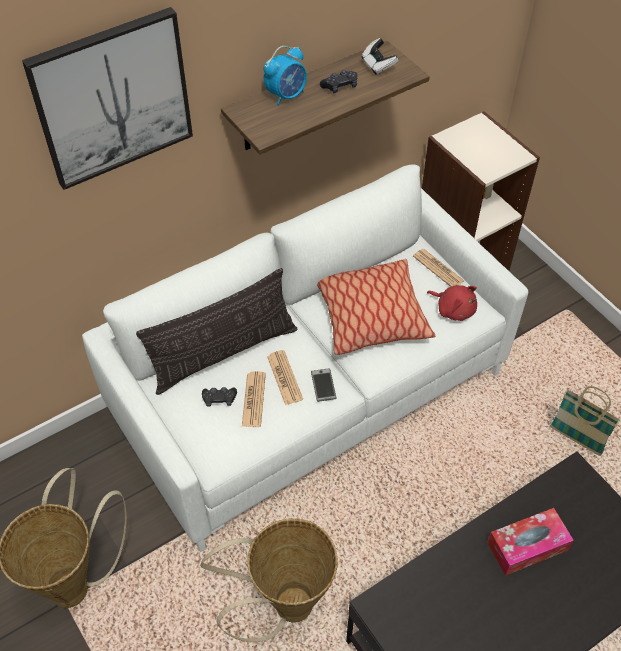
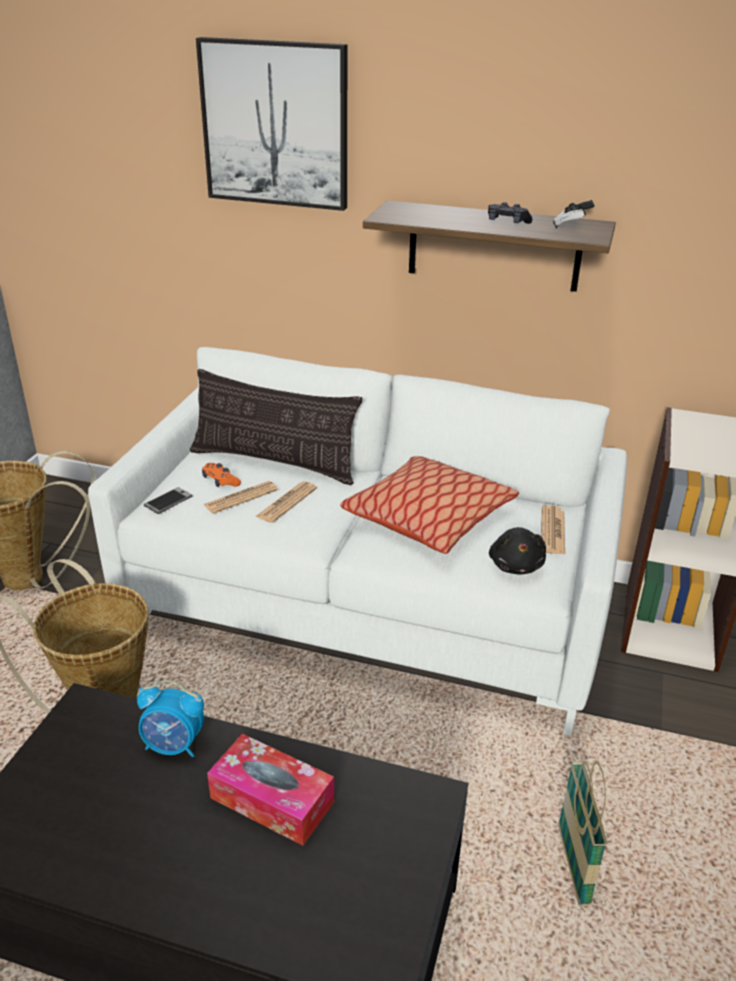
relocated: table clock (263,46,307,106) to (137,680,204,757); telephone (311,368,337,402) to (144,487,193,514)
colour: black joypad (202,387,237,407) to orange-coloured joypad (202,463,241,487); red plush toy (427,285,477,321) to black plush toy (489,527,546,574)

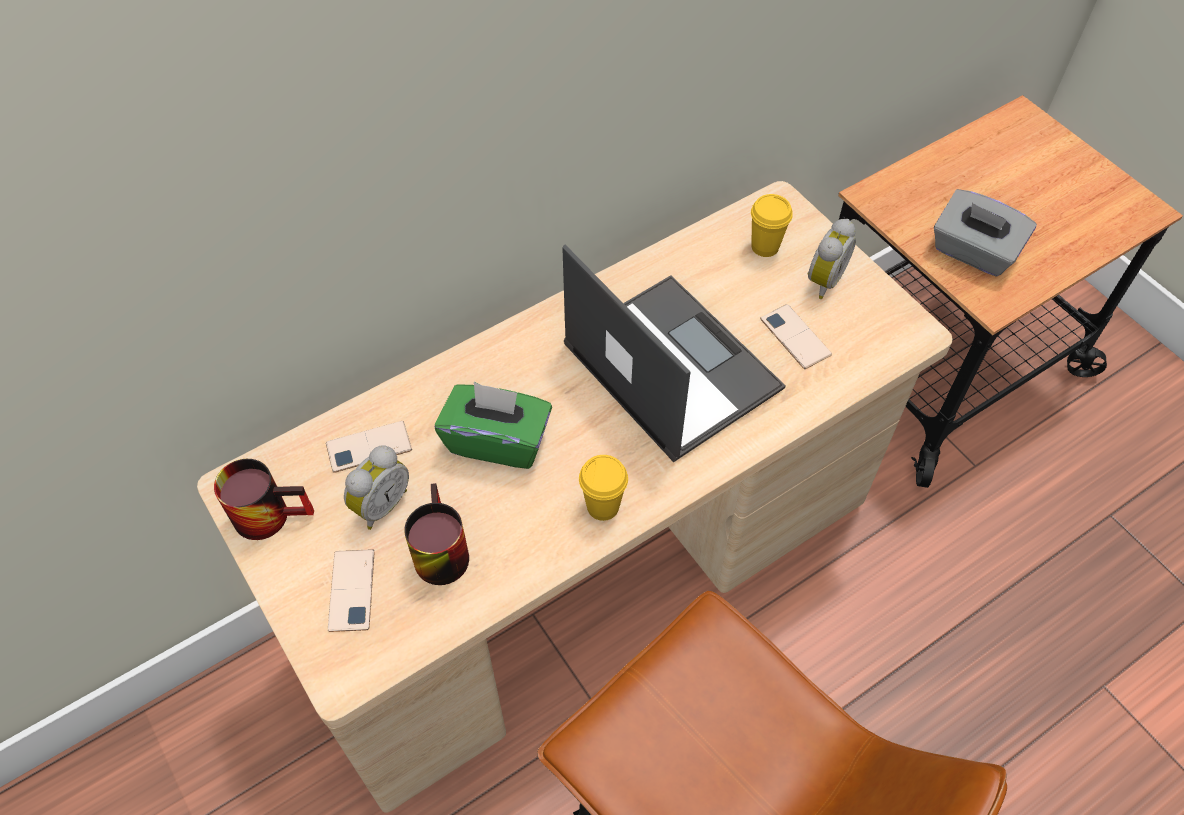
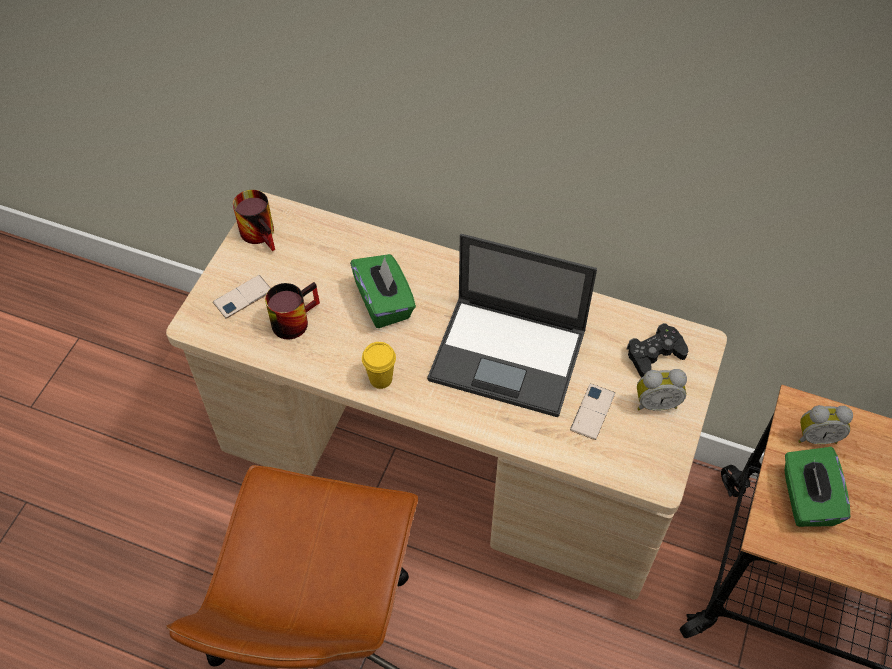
missing: telephone (326,421,412,473)
relocated: table clock (344,446,409,530) to (798,405,853,444)
exchanged: yellow drinking cup (751,194,793,257) to black joypad (626,323,688,377)
colour: greyish tissue box (934,189,1037,276) to green tissue box (785,447,850,527)
spun: laptop (562,245,786,462) = (427,234,597,417) 90 degrees clockwise

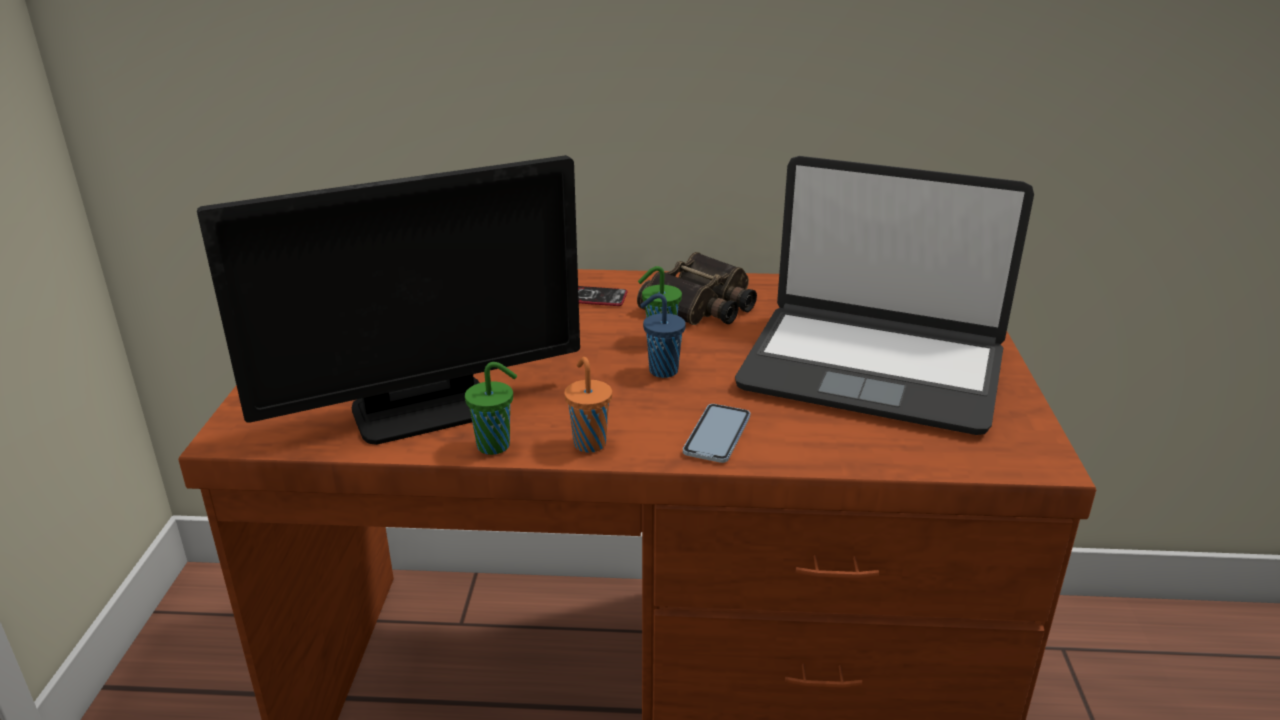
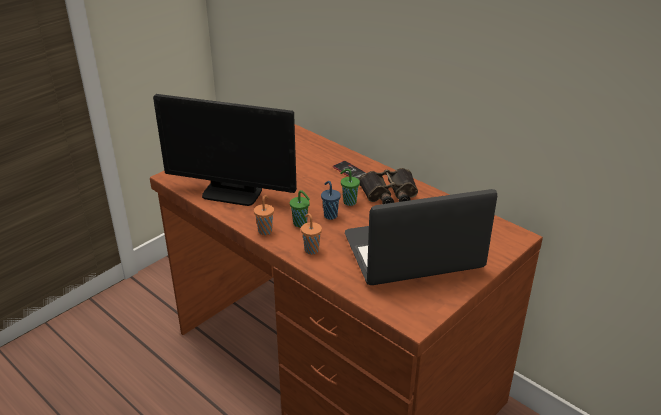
relocated: green drinking cup (465,362,517,455) to (290,190,310,227)
exchanged: telephone (683,404,750,463) to orange-coloured drinking cup (301,214,322,254)
spun: laptop (735,156,1034,435) = (345,189,497,285) 105 degrees clockwise

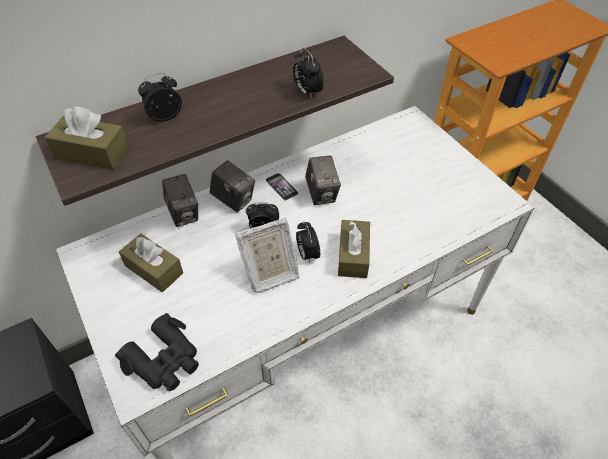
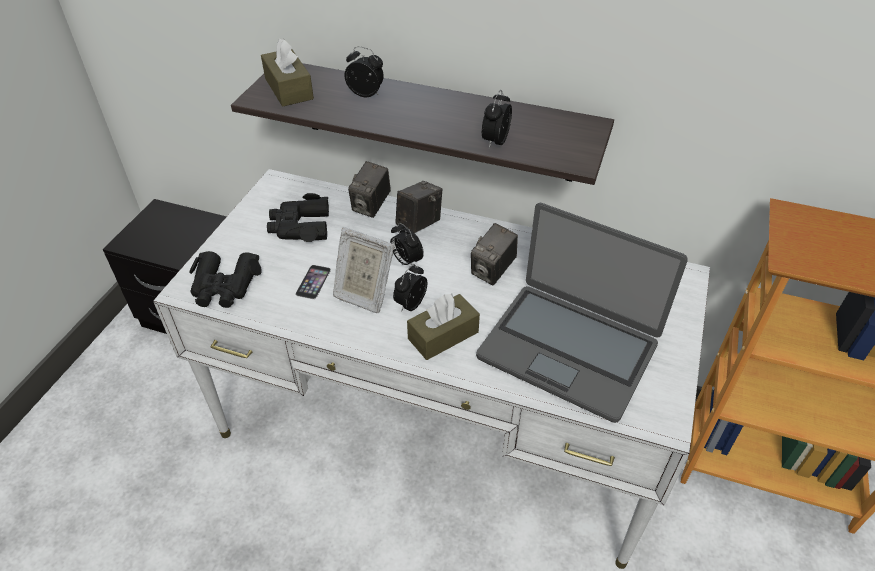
appeared: laptop (476,203,688,423)
relocated: telephone (266,173,299,201) to (295,265,331,299)
exchanged: brownish tissue box (119,234,183,292) to black binoculars (267,193,329,242)
spun: still camera (209,160,255,212) = (396,181,442,233) 135 degrees counterclockwise

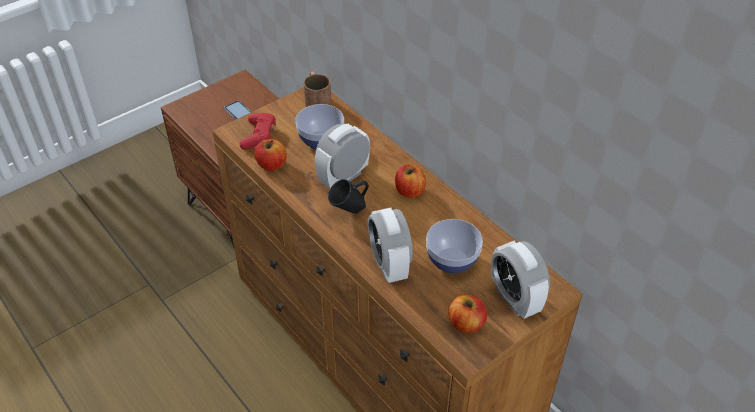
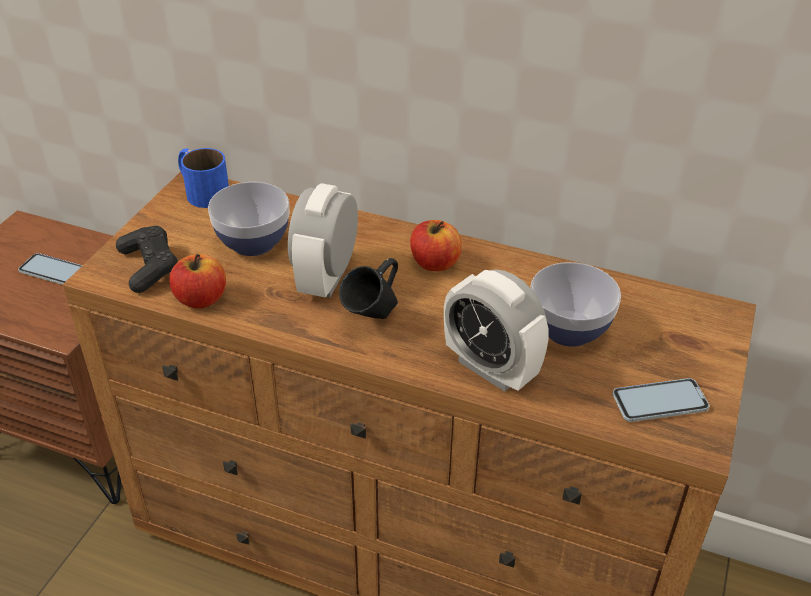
missing: table clock (491,240,550,319)
exchanged: apple (448,295,487,333) to telephone (612,378,710,422)
colour: red joypad (240,113,276,150) to black joypad (116,226,178,293); brownish coffee mug (303,71,331,107) to blue coffee mug (178,148,229,208)

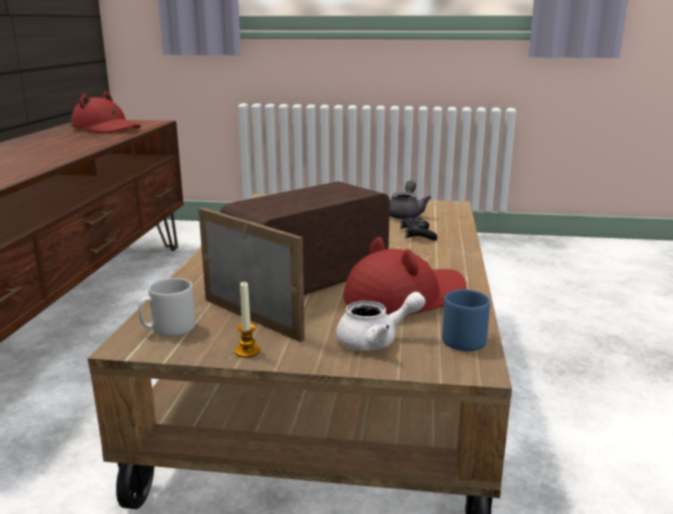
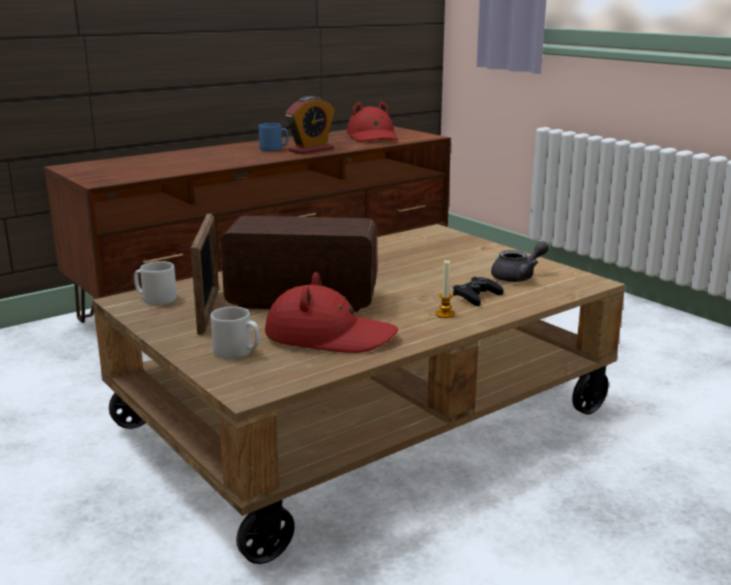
appeared: table clock (285,96,335,154)
relocated: blue coffee mug (442,290,490,351) to (259,123,288,151); wax light (235,282,261,358) to (435,260,455,318)
exchanged: white-coloured teapot (336,292,425,351) to greyish coffee mug (211,306,260,359)

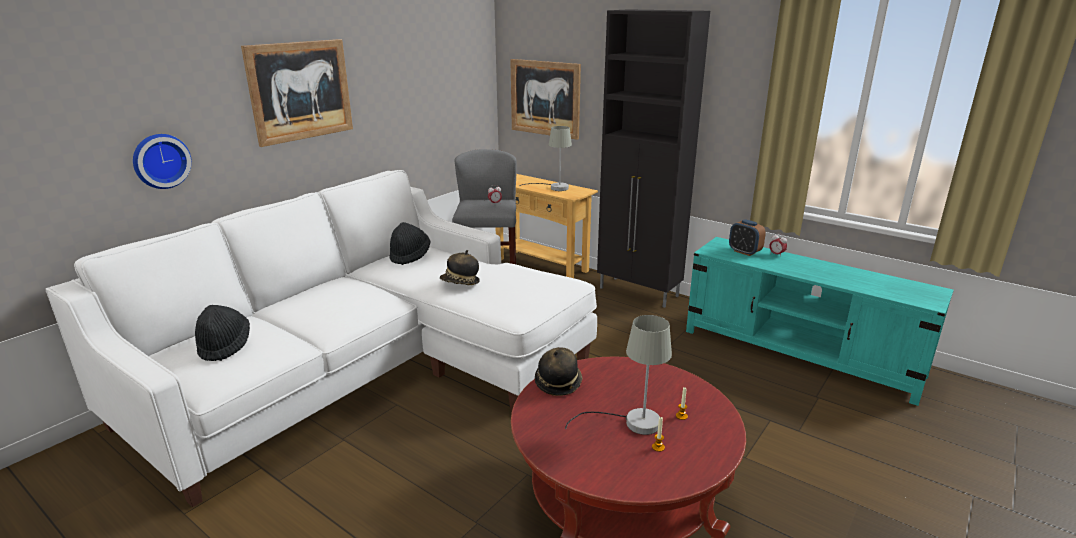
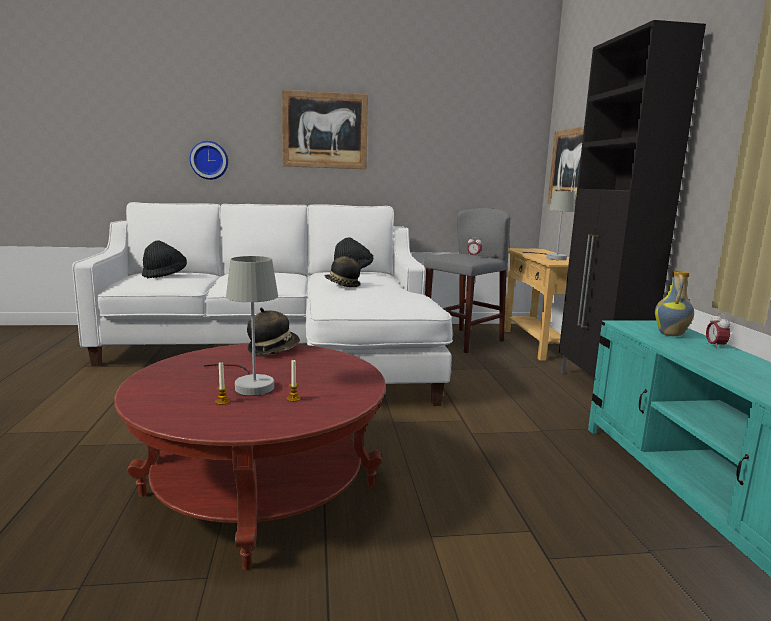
exchanged: table clock (729,219,766,256) to flower vase (655,271,694,336)

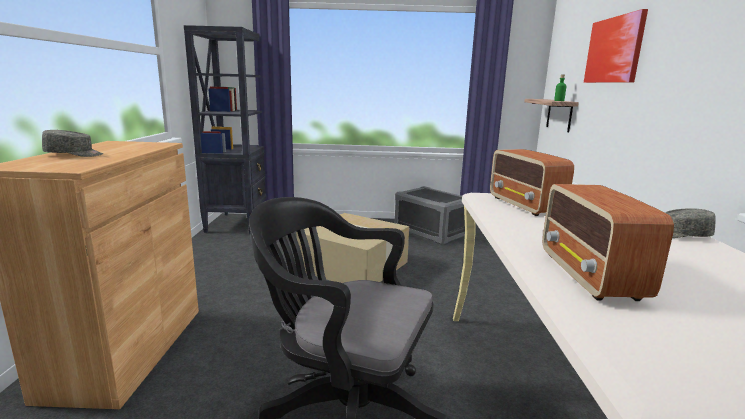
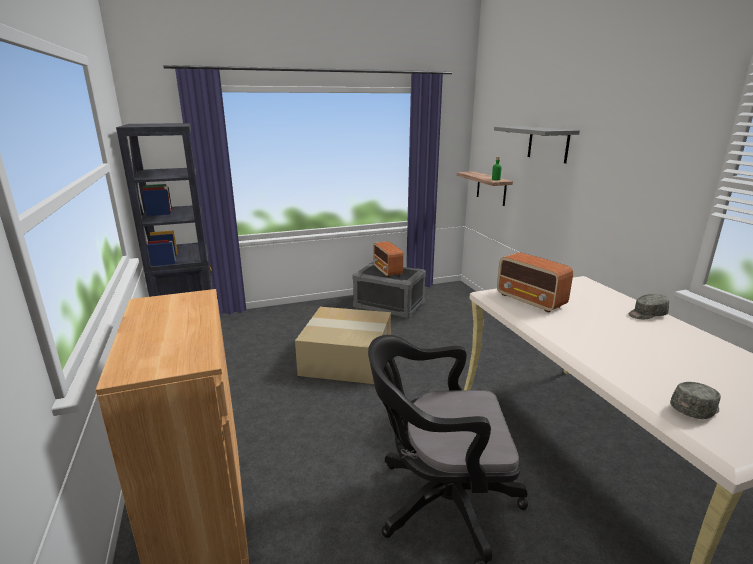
relocated: radio (542,184,674,301) to (373,241,403,277); greyish cap (42,130,103,157) to (670,382,721,419)
exchanged: picture (584,9,648,83) to greyish shelf (494,126,580,163)

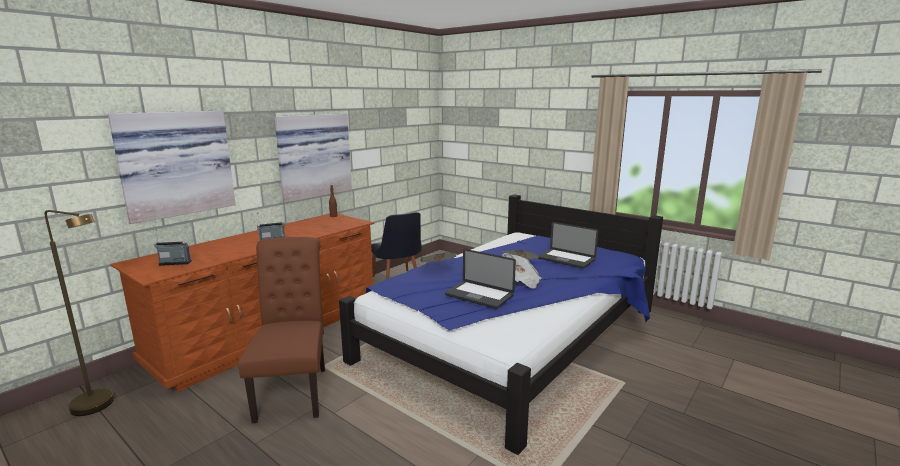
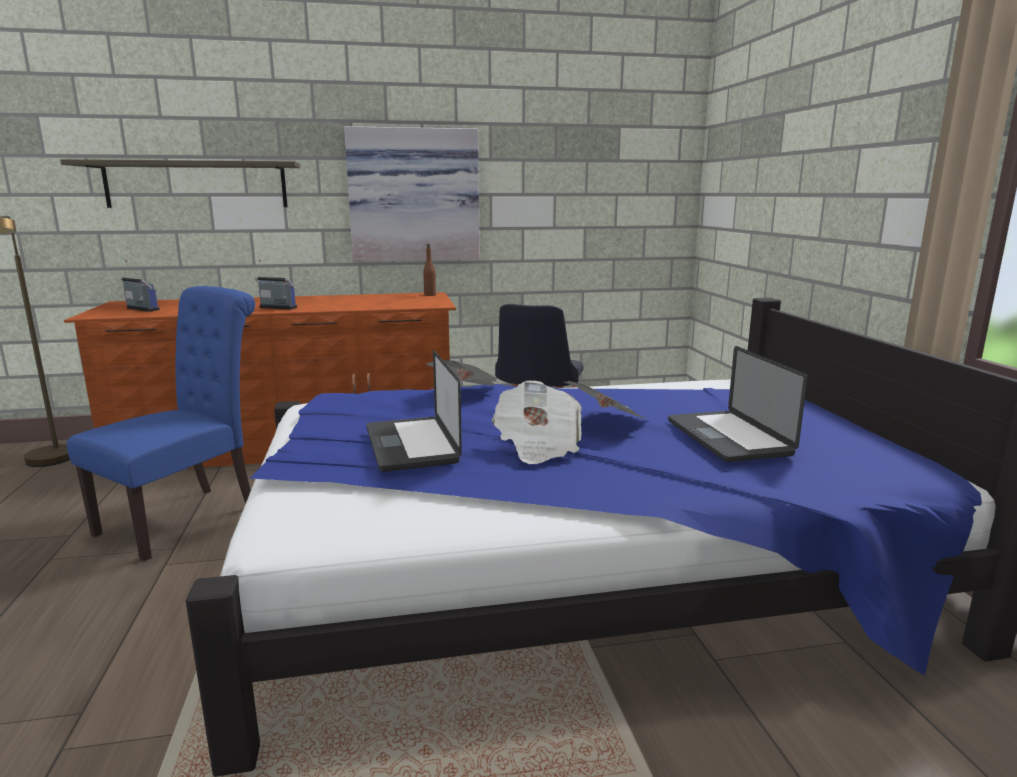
exchanged: picture (108,111,236,224) to shelf (60,159,300,208)
colour: brownish plain chair (238,237,325,423) to blue plain chair (67,286,255,561)

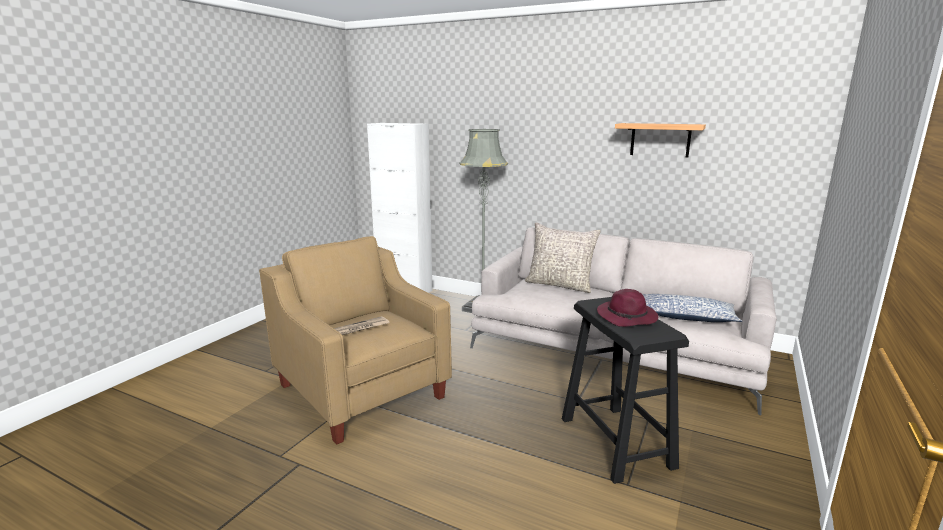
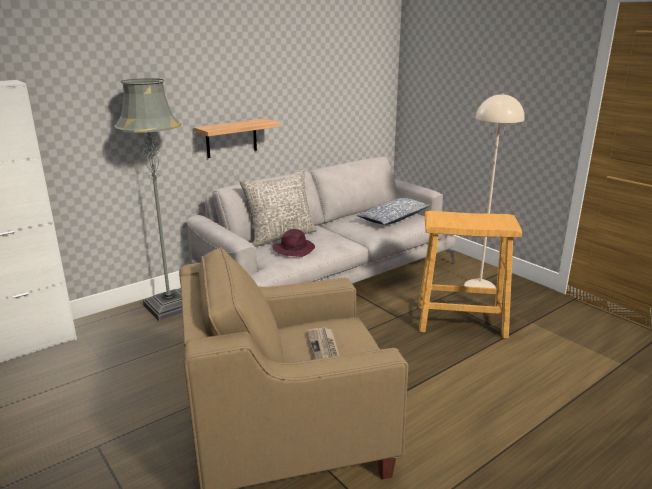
appeared: beige-coloured floor lamp (464,93,525,288)
relocated: shelf (615,123,706,157) to (194,119,281,158); purple-coloured wearable hat (597,289,658,327) to (272,229,315,257)
colour: black stool seat (562,297,689,484) to beige-coloured stool seat (419,211,522,339)

